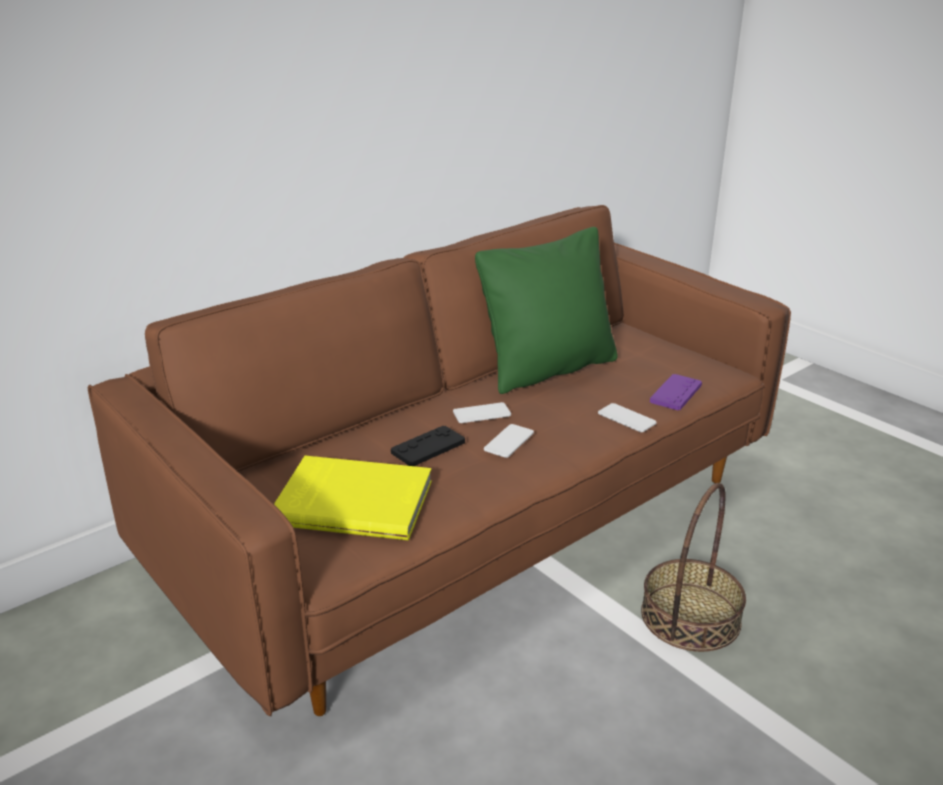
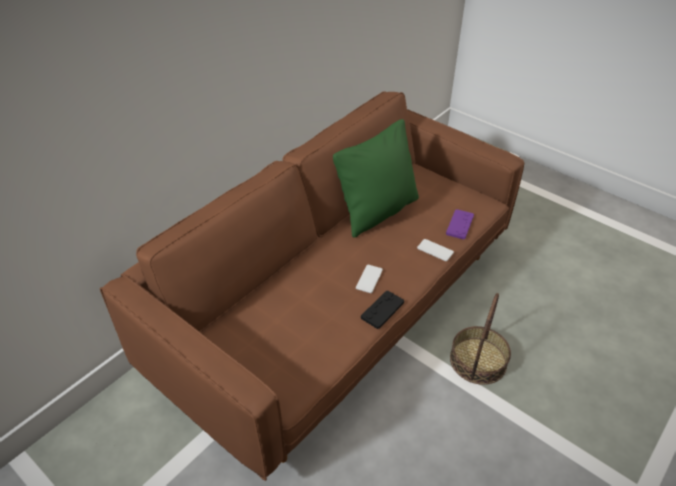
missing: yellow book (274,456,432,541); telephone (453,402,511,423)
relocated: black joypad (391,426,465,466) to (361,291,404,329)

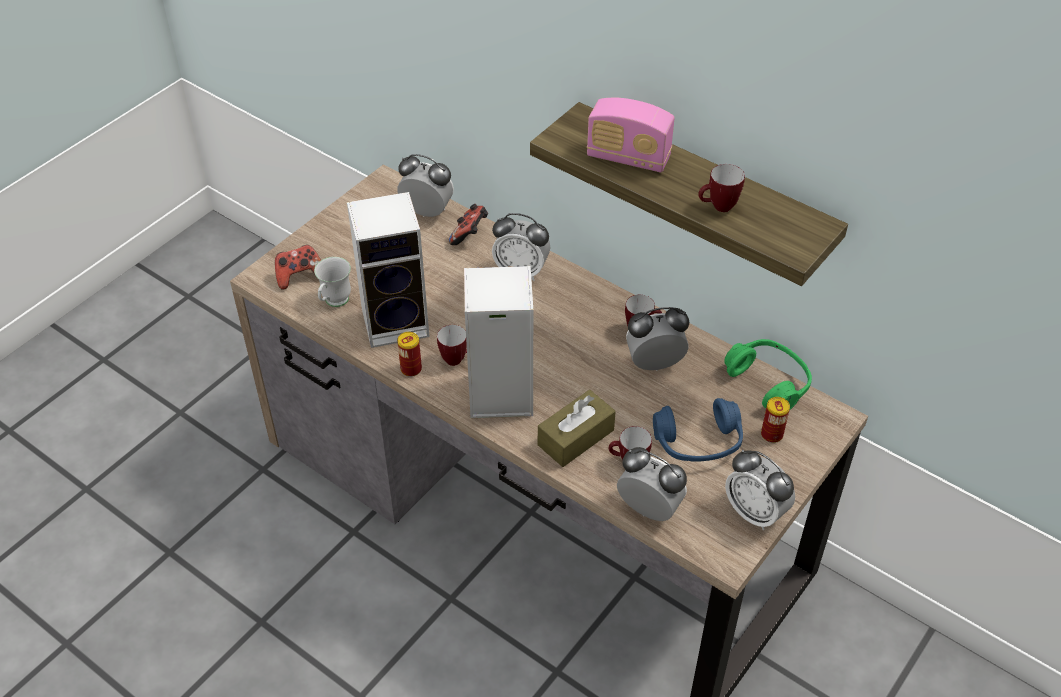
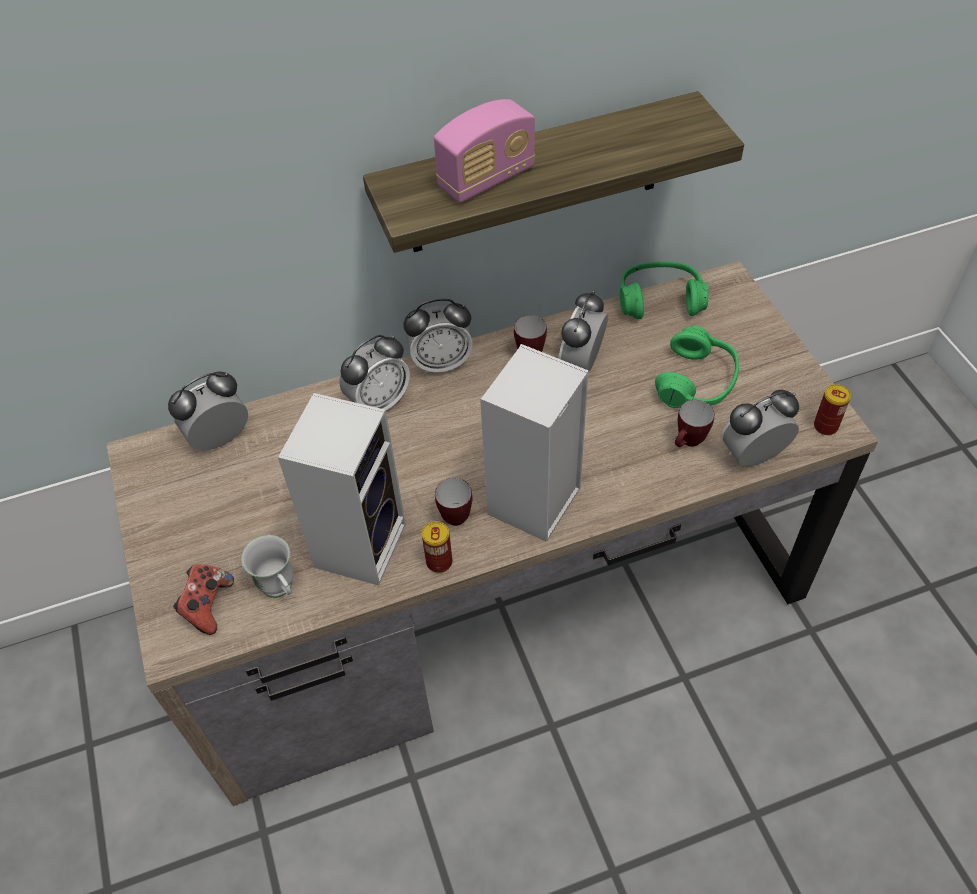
missing: joypad (449,204,488,245); brownish tissue box (538,390,616,467); coffee mug (698,164,745,212)
relocated: table clock (725,450,795,530) to (404,299,473,375); sealed can (761,397,790,443) to (814,384,851,435)
colour: blue pair of headphones (653,398,743,462) to green pair of headphones (655,326,739,408)

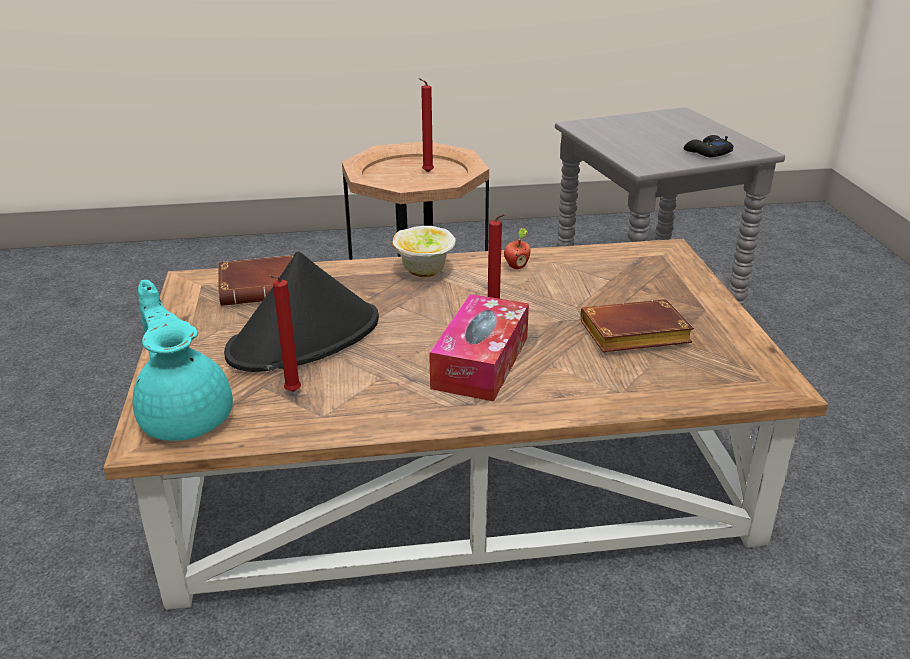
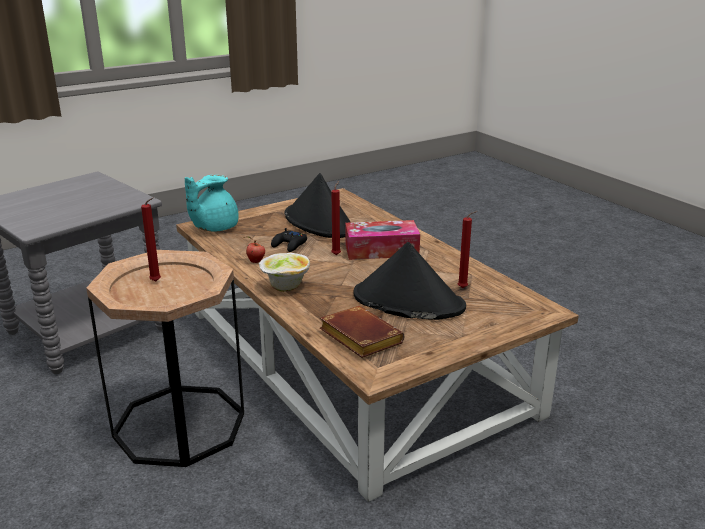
relocated: turquoise-coloured teapot (133,280,233,441) to (185,175,239,231); black joypad (684,135,734,157) to (271,228,307,252)
exchanged: brownish book (581,299,694,352) to black wearable hat (285,173,351,238)

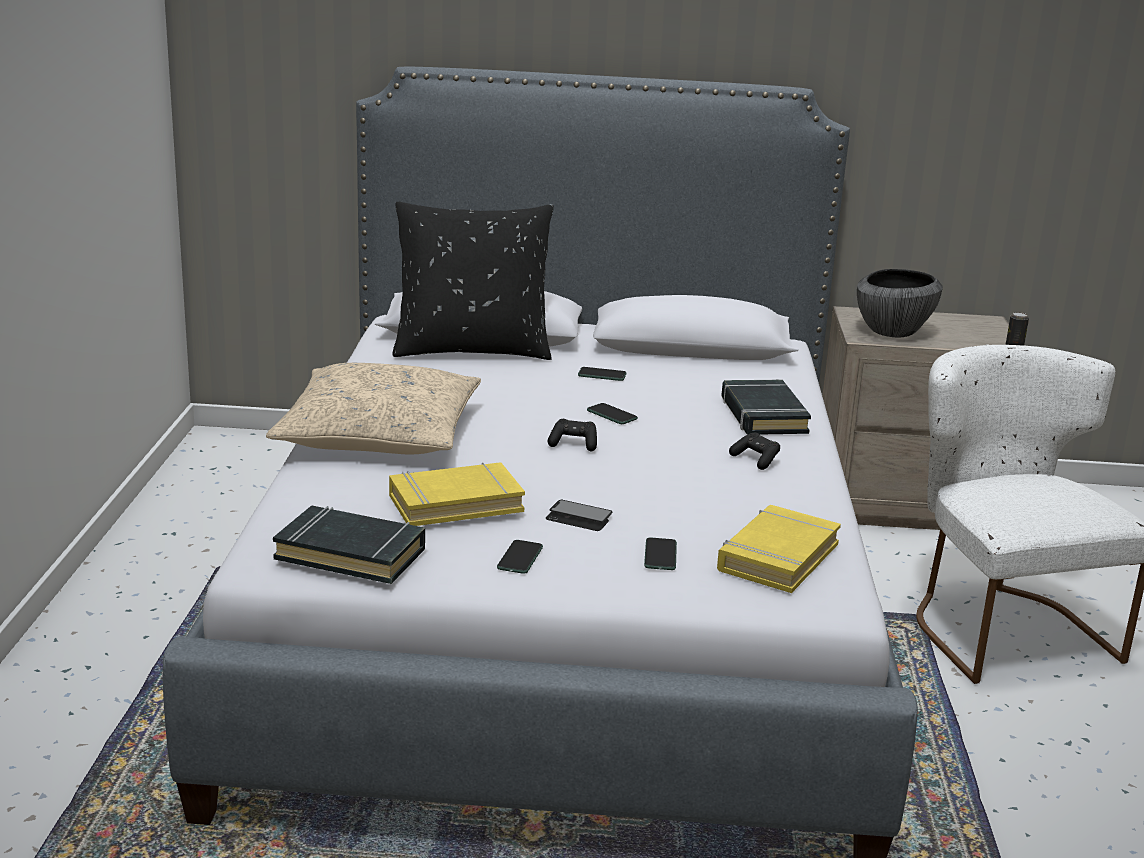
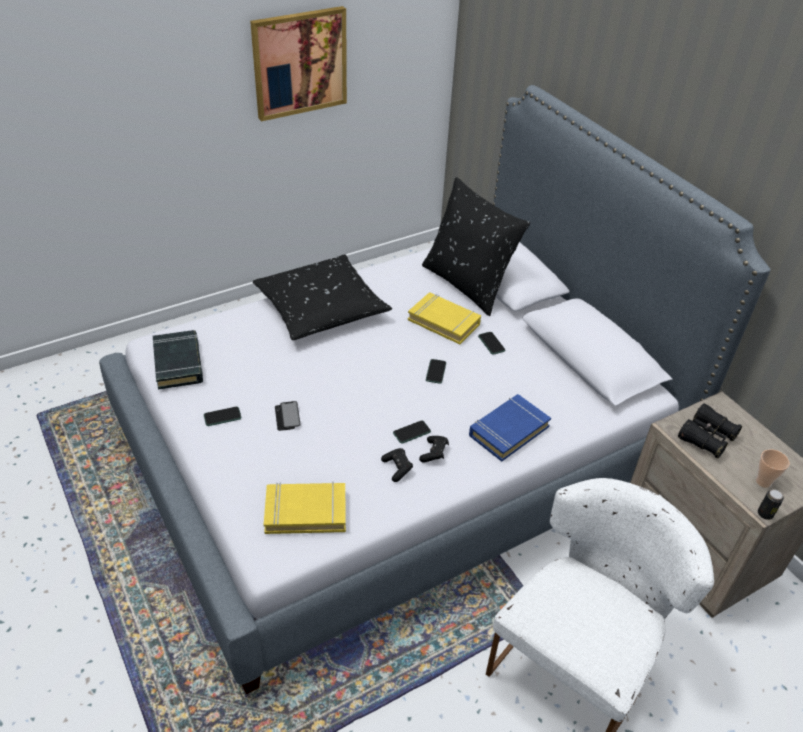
appeared: picture (250,6,347,121); drinking cup (756,449,790,488)
relocated: black joypad (548,419,597,451) to (381,448,413,482); telephone (644,538,677,570) to (393,420,431,444); yellow book (389,462,525,526) to (408,292,481,344)
exchanged: bowl (857,269,943,337) to black binoculars (678,403,742,458)
colour: beige-coloured cushion (266,363,481,454) to black cushion (253,254,392,340); black book (721,380,811,435) to blue book (469,394,551,462)

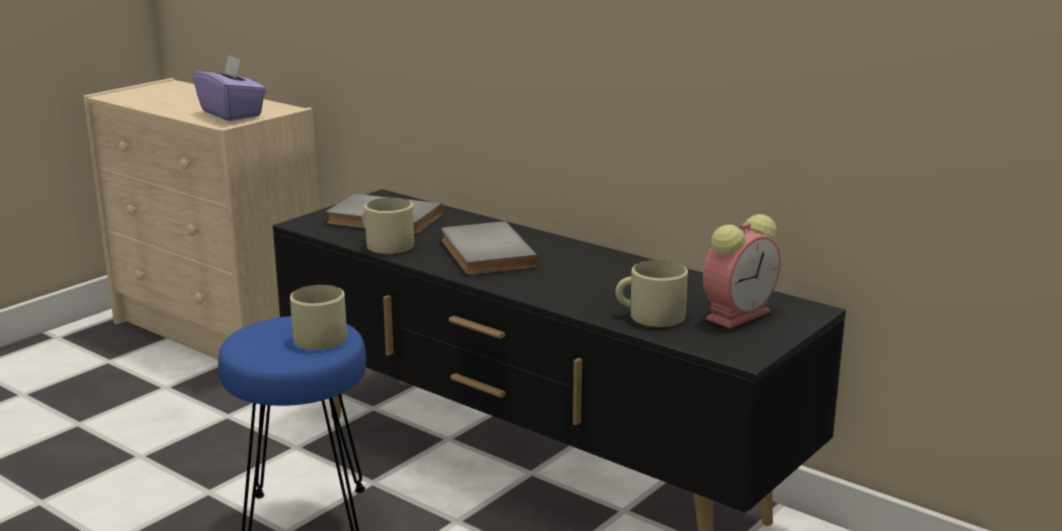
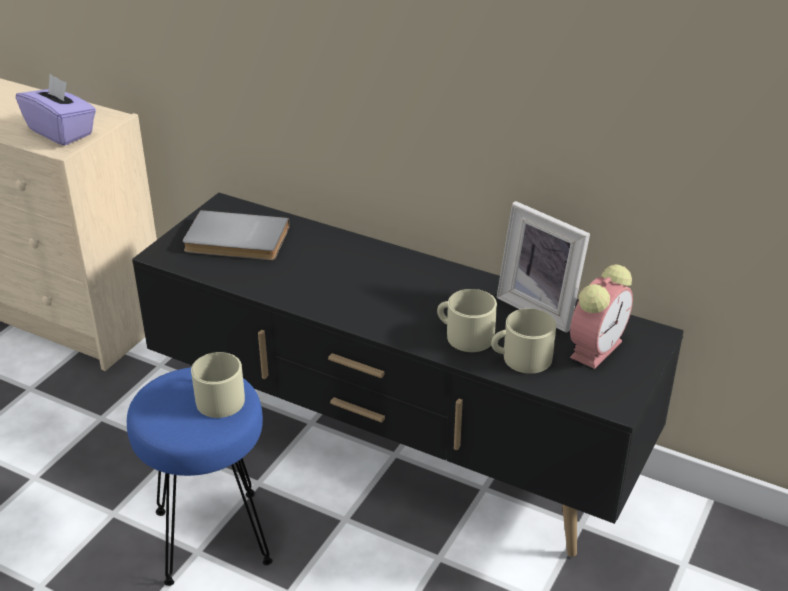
missing: greyish book (441,221,538,275)
appeared: picture frame (496,201,590,333)
relocated: beige-coloured coffee mug (362,197,414,254) to (437,289,497,352)

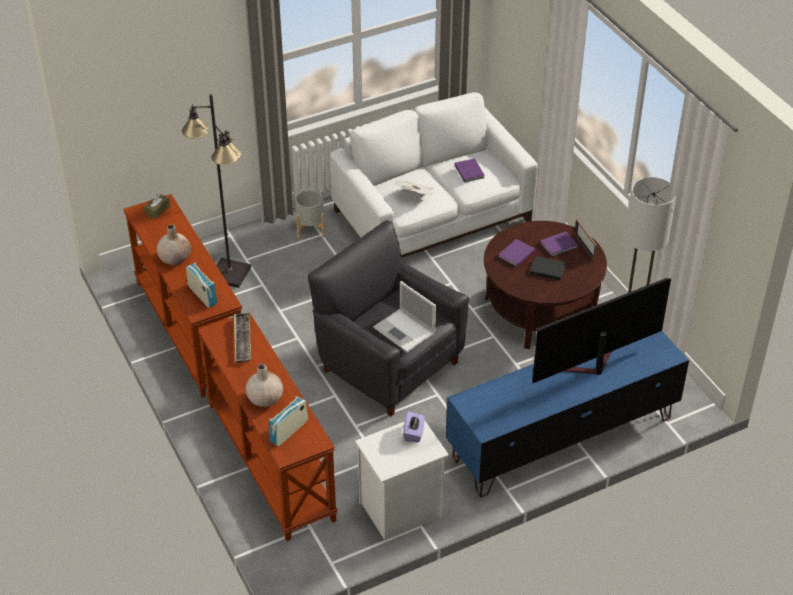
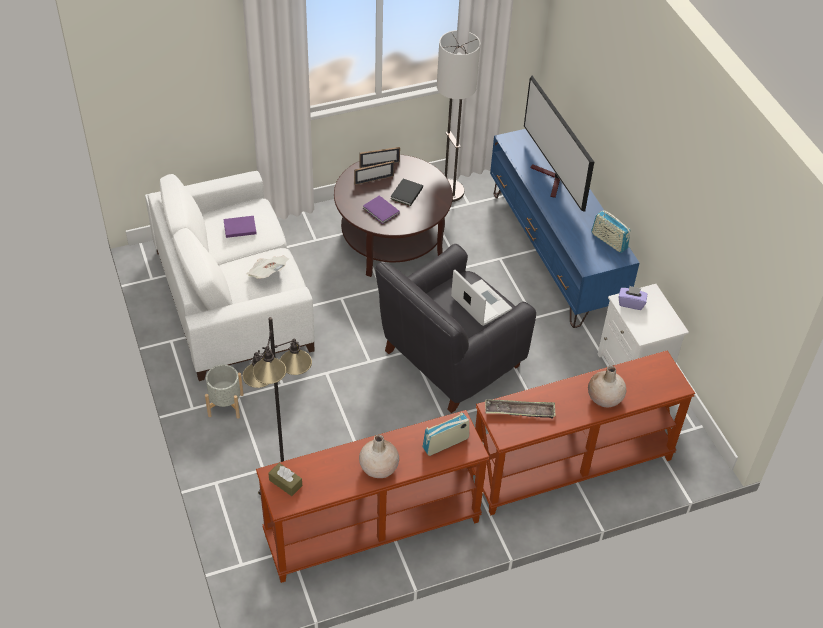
relocated: radio (269,396,308,446) to (591,210,631,253)
exchanged: purple-coloured book (540,231,578,257) to picture frame (354,161,394,185)
spun: laptop (373,281,436,353) = (451,270,512,326) 90 degrees counterclockwise

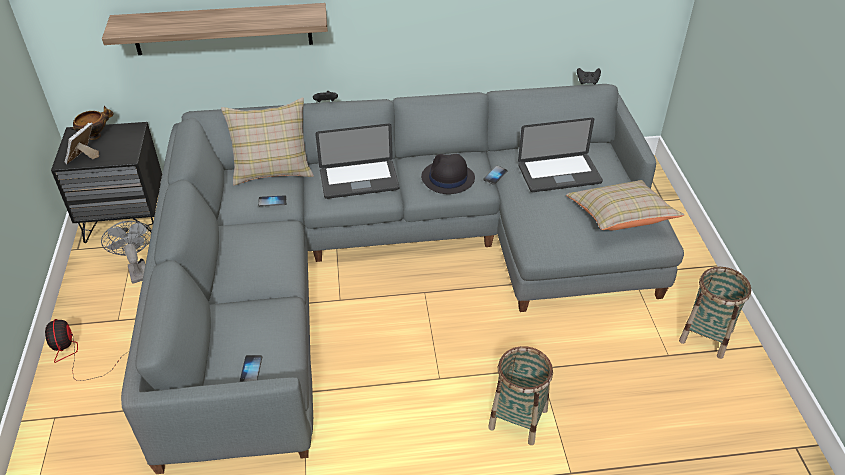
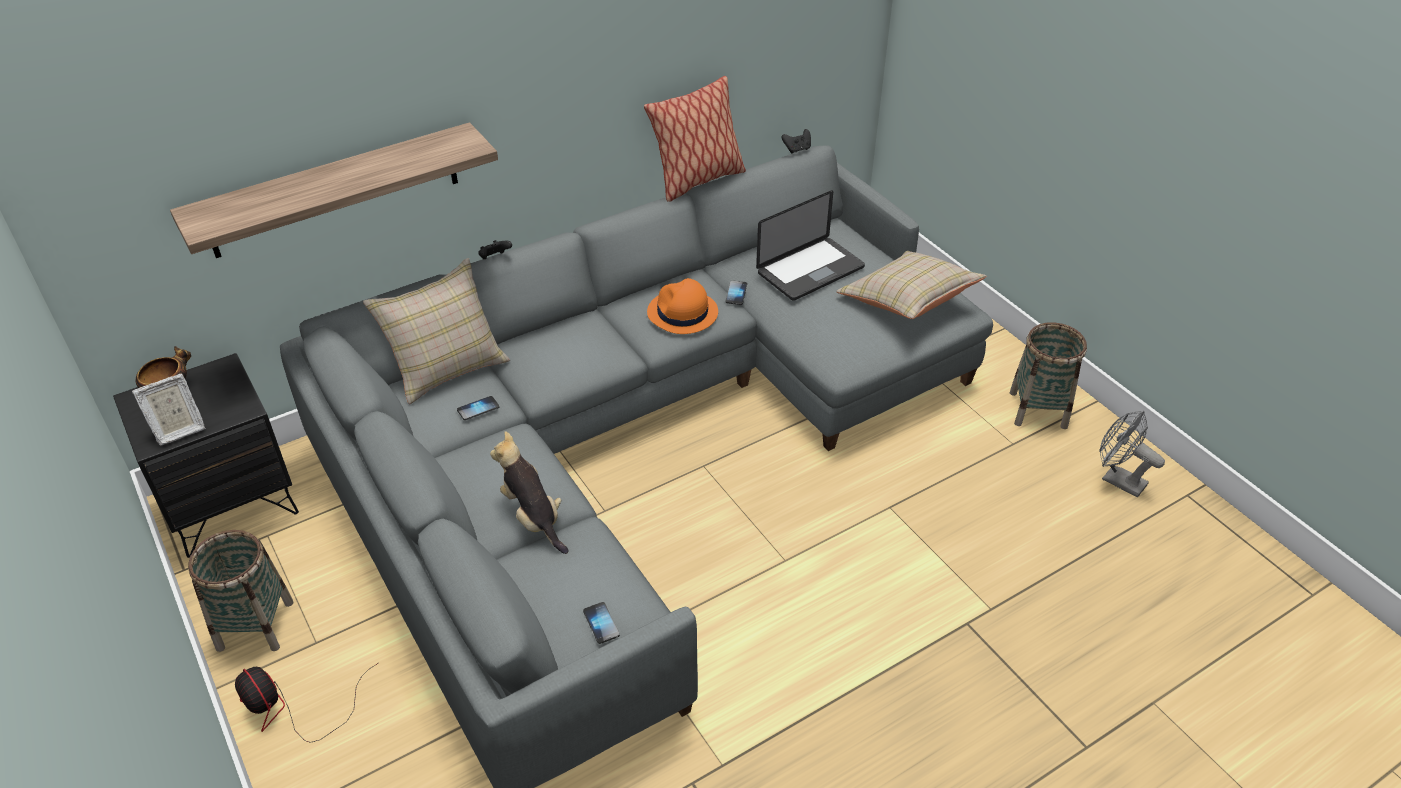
missing: laptop (315,124,400,199)
appeared: plush toy (490,431,568,554); cushion (644,76,746,202)
relocated: basket (488,346,553,445) to (188,530,293,652); greyish cooling fan (101,221,152,284) to (1099,411,1165,498)
colour: black wearable hat (421,154,475,194) to orange-coloured wearable hat (647,278,718,334)
spun: picture frame (65,123,99,164) = (132,373,206,445) 120 degrees counterclockwise

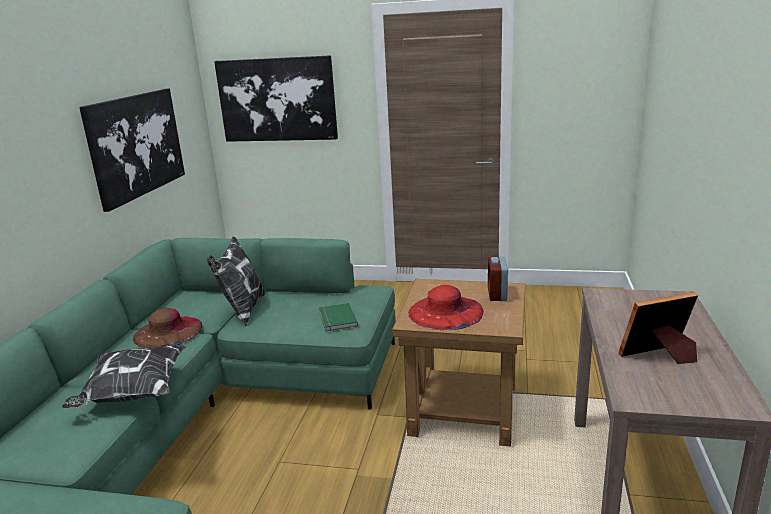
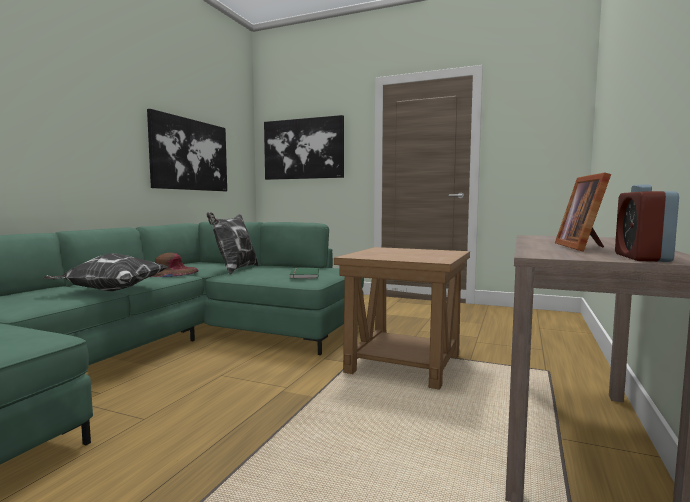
missing: red wearable hat (408,285,483,330)
relocated: table clock (488,256,508,301) to (615,185,679,262)
spun: picture frame (618,292,698,364) = (555,172,611,252) 75 degrees counterclockwise

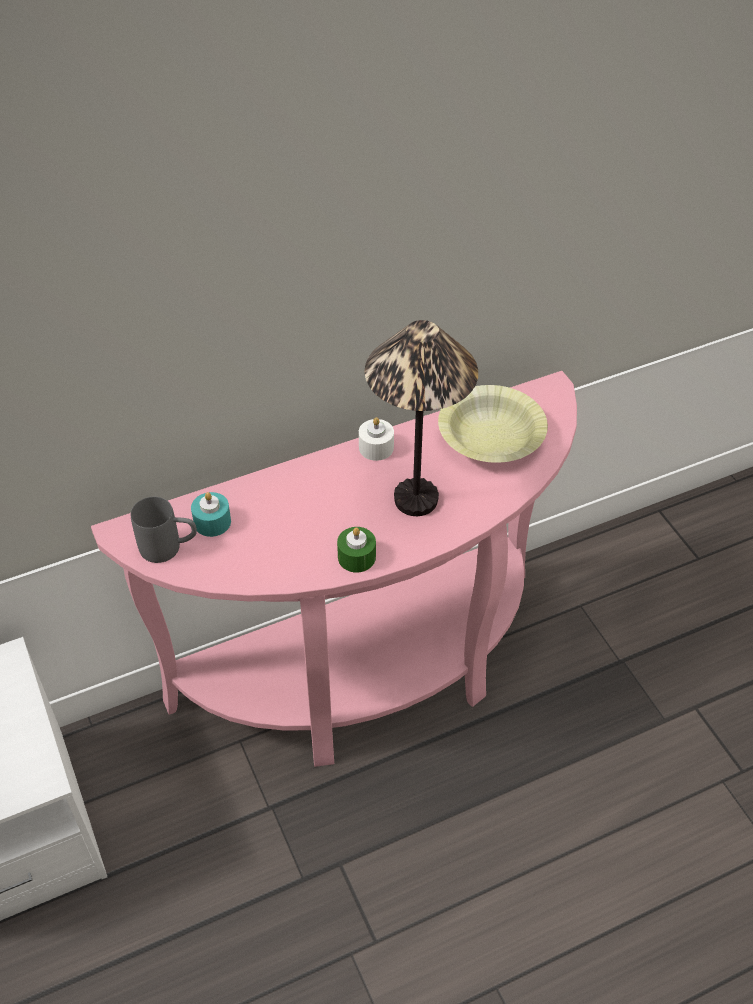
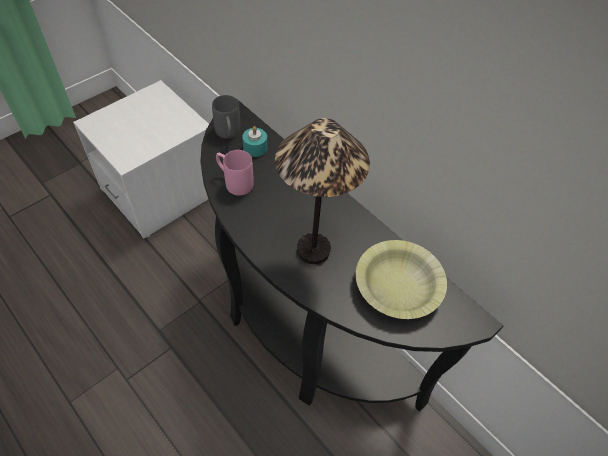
missing: green wax light (337,527,376,573); white-coloured wax light (359,417,394,461)
appeared: pink coffee mug (216,150,254,196)
colour: pink console table (91,371,577,767) to black console table (201,99,503,412)

